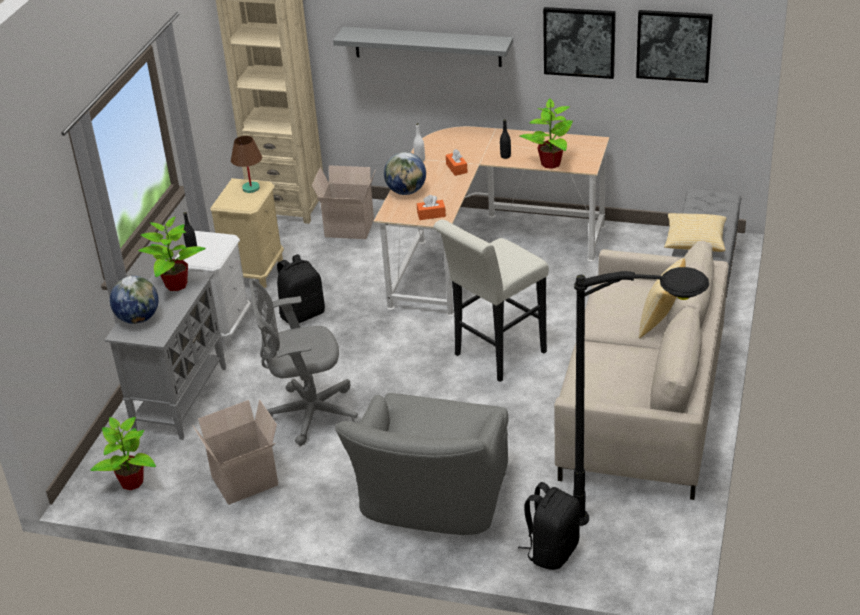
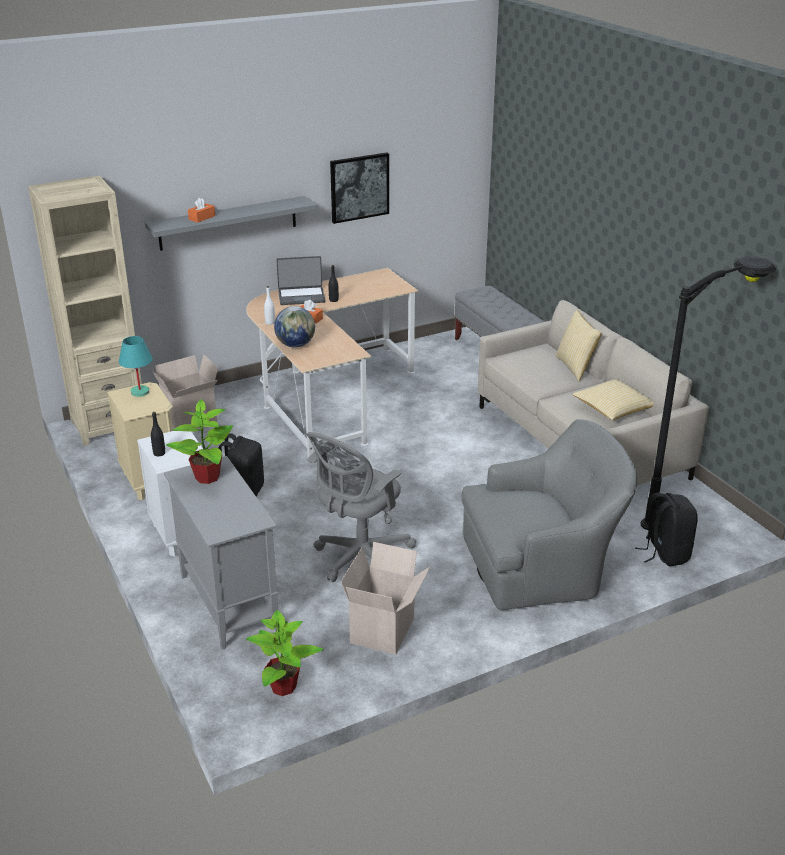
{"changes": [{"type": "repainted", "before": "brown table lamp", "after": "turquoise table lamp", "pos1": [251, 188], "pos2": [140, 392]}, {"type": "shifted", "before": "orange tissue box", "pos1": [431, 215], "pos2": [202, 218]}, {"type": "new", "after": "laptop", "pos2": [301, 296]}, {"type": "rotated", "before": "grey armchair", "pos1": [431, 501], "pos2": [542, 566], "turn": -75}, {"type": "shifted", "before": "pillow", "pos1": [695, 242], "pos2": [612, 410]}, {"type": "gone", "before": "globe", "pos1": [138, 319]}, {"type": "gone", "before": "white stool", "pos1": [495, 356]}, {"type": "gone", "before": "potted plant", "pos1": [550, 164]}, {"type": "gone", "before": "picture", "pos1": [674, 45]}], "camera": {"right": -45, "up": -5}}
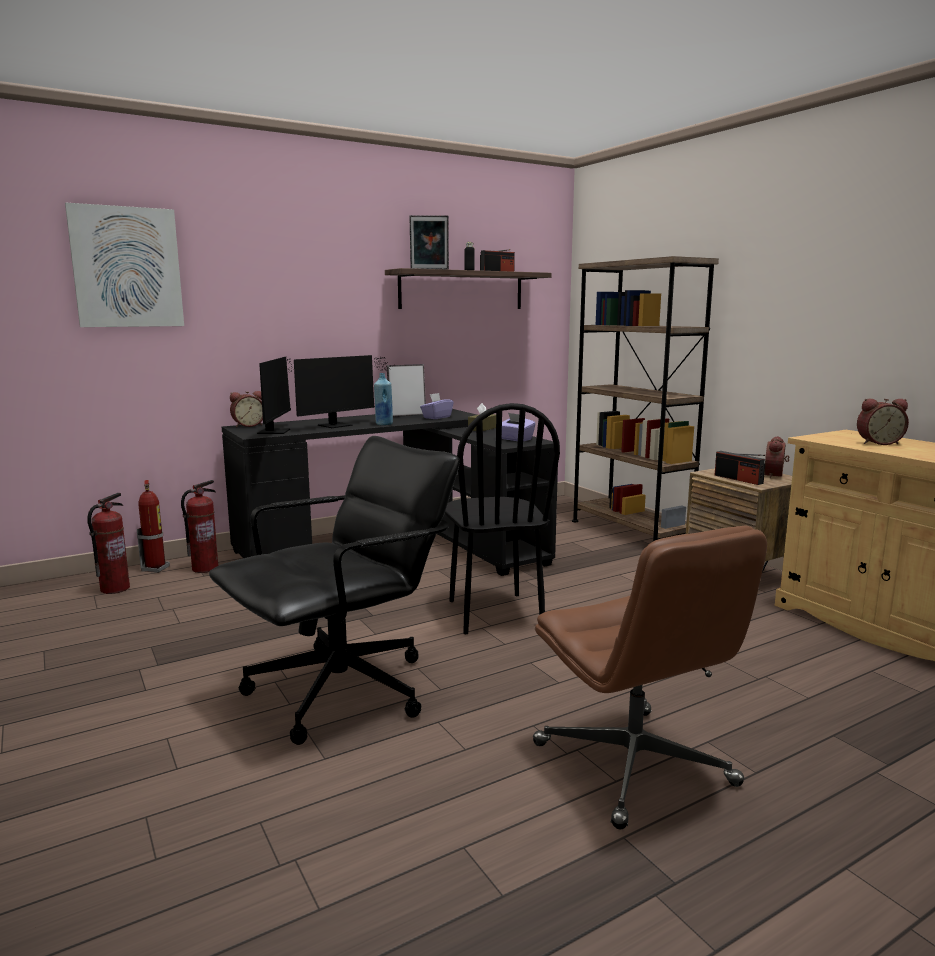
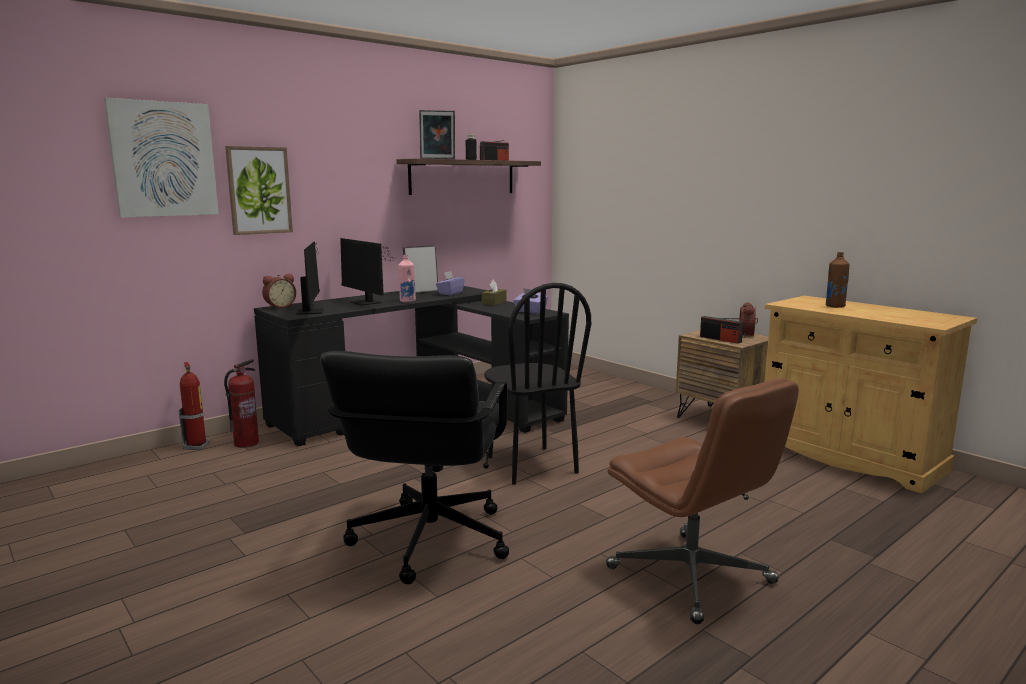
{"changes": [{"type": "new", "after": "picture", "pos2": [259, 190]}, {"type": "rotated", "before": "black office chair", "pos1": [343, 691], "pos2": [428, 540], "turn": 150}, {"type": "rotated", "before": "monitor", "pos1": [339, 425], "pos2": [367, 303], "turn": 105}, {"type": "repainted", "before": "blue bottle", "after": "pink bottle", "pos1": [383, 424], "pos2": [407, 301]}, {"type": "swapped", "before": "alarm clock", "after": "brown bottle", "pos1": [878, 443], "pos2": [835, 306]}, {"type": "gone", "before": "fire extinguisher", "pos1": [115, 588]}, {"type": "gone", "before": "brown bookcase", "pos1": [630, 532]}], "camera": {"right": -10, "up": 0}}
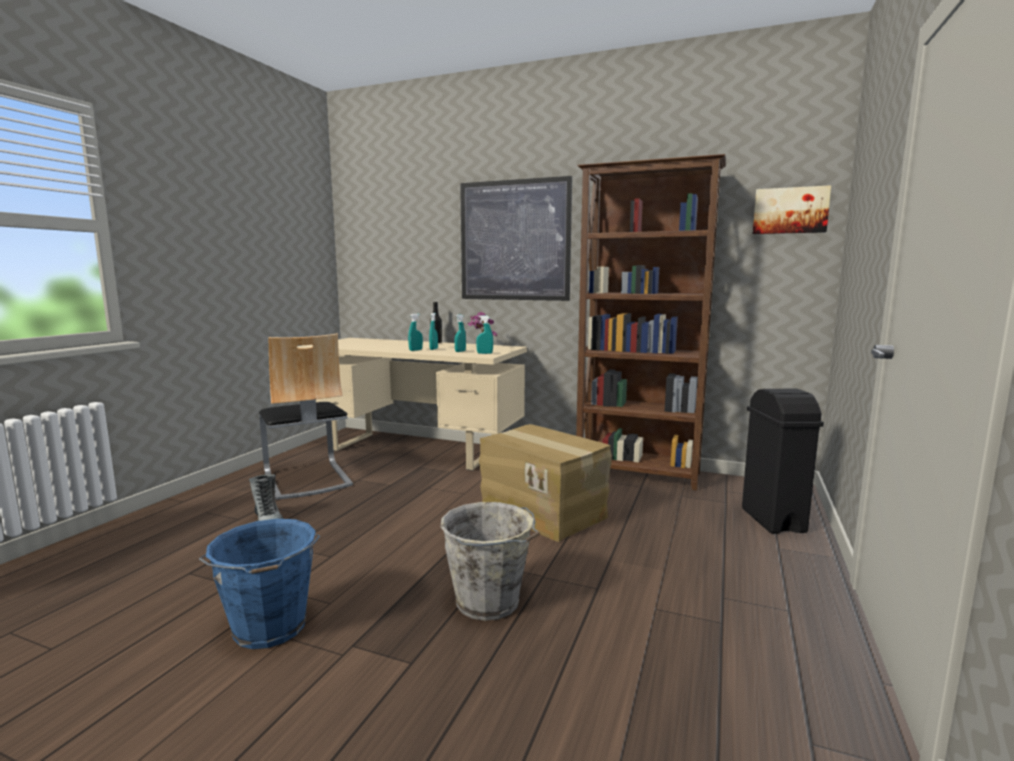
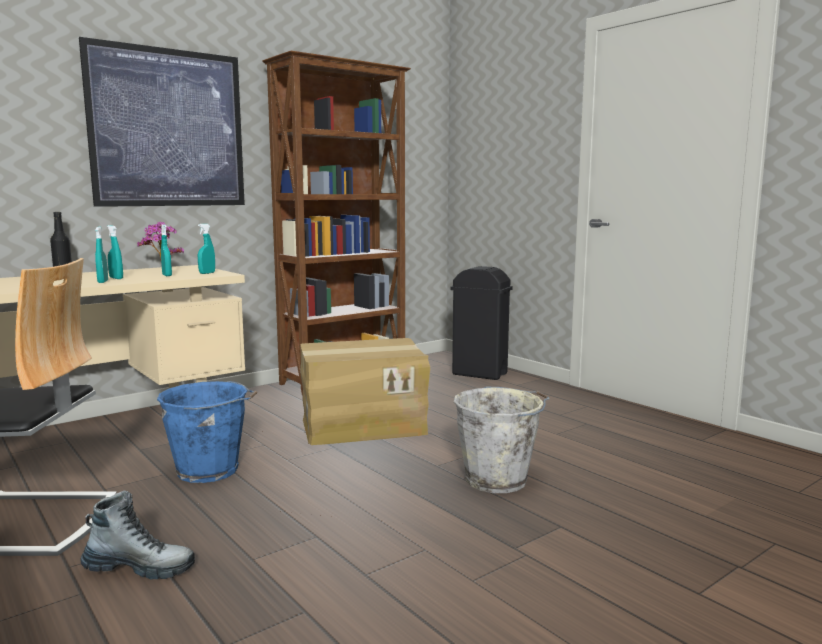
{"changes": [{"type": "shifted", "before": "blue bucket", "pos1": [270, 629], "pos2": [210, 471]}, {"type": "gone", "before": "picture", "pos1": [790, 210]}], "camera": {"right": -60, "up": 0}}
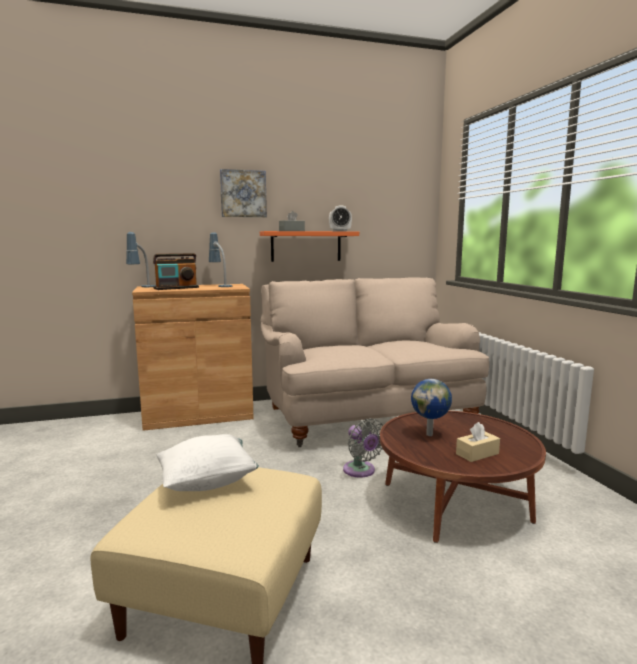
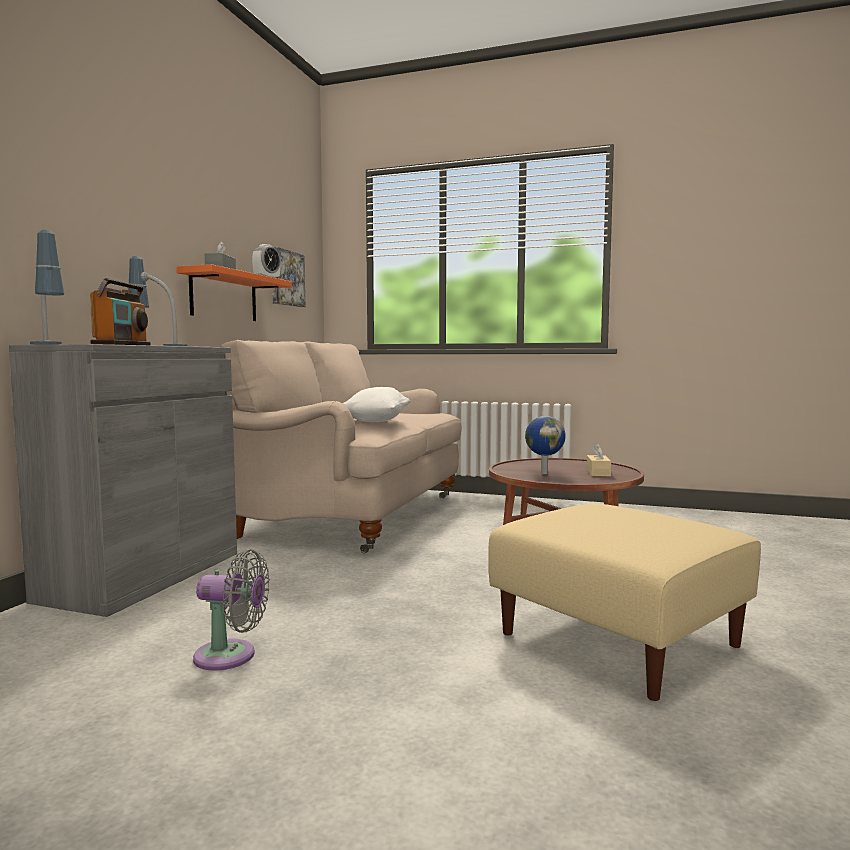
{"changes": [{"type": "repainted", "before": "brown cabinet", "after": "grey cabinet", "pos1": [198, 415], "pos2": [143, 576]}, {"type": "shifted", "before": "grey fan", "pos1": [361, 471], "pos2": [231, 656]}, {"type": "shifted", "before": "picture", "pos1": [243, 194], "pos2": [286, 278]}, {"type": "shifted", "before": "white pillow", "pos1": [207, 482], "pos2": [375, 421]}], "camera": {"right": -55, "up": -5}}
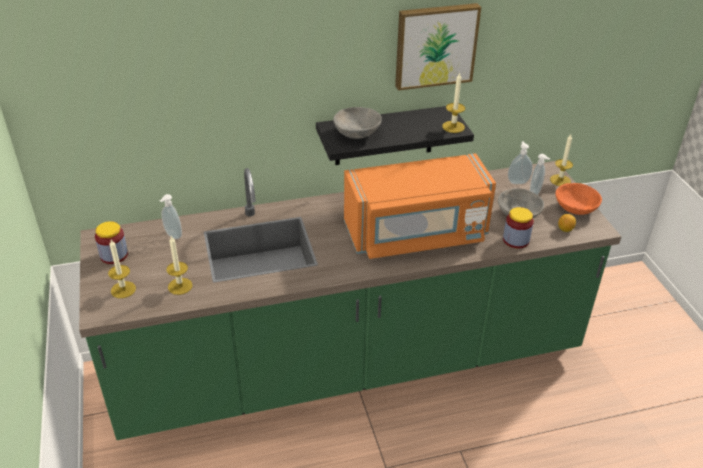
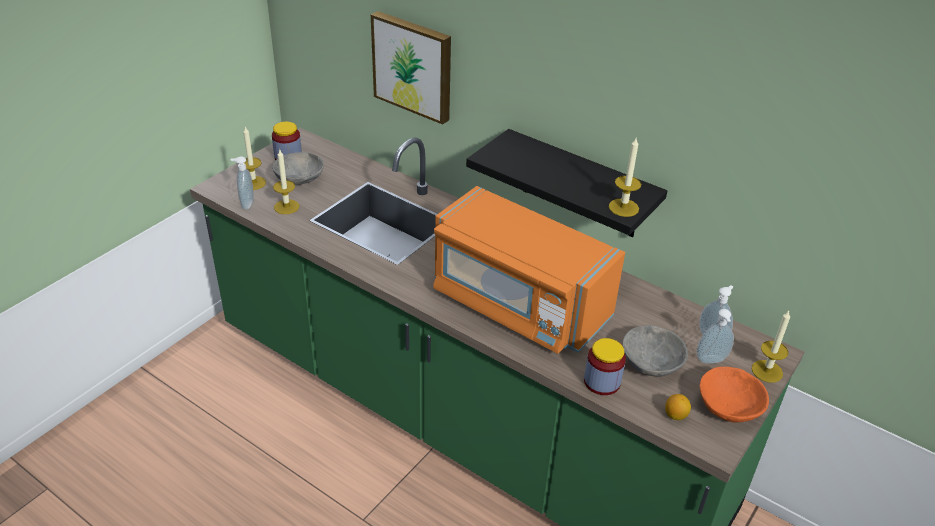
{"changes": [{"type": "shifted", "before": "soap dispenser", "pos1": [172, 236], "pos2": [246, 204]}, {"type": "shifted", "before": "grey bowl", "pos1": [357, 133], "pos2": [300, 180]}, {"type": "shifted", "before": "picture", "pos1": [435, 45], "pos2": [414, 66]}], "camera": {"right": 50, "up": 0}}
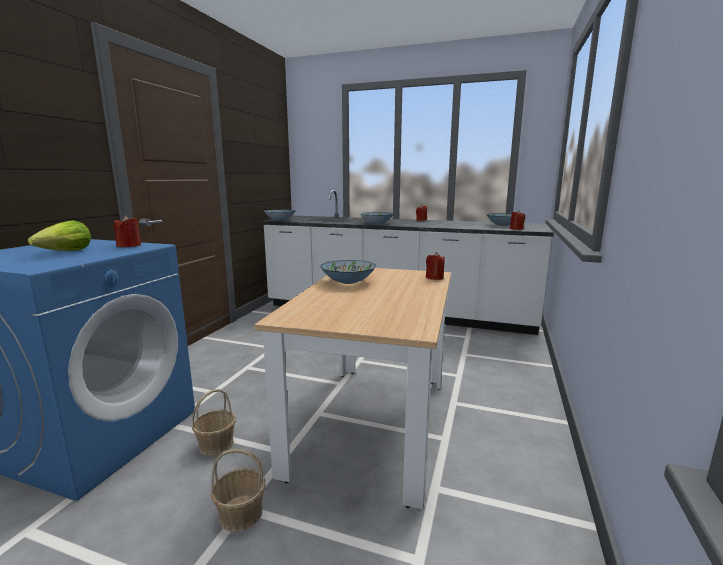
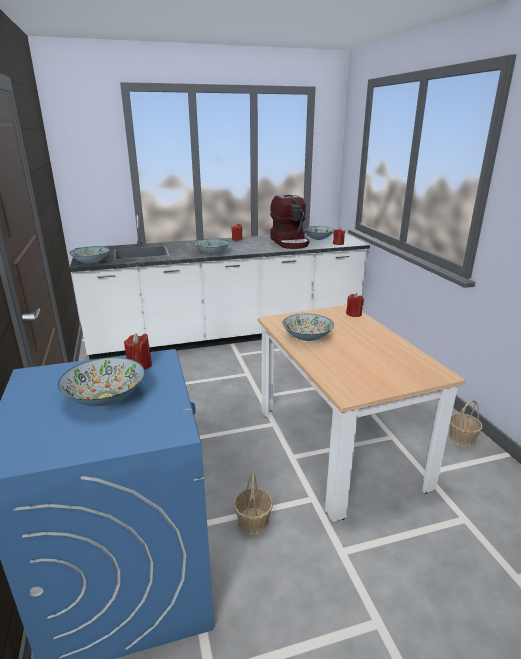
{"changes": [{"type": "swapped", "before": "lettuce", "after": "bowl", "pos1": [66, 252], "pos2": [106, 398]}, {"type": "new", "after": "coffee machine", "pos2": [290, 242]}, {"type": "shifted", "before": "basket", "pos1": [240, 514], "pos2": [461, 439]}], "camera": {"right": -35, "up": 10}}
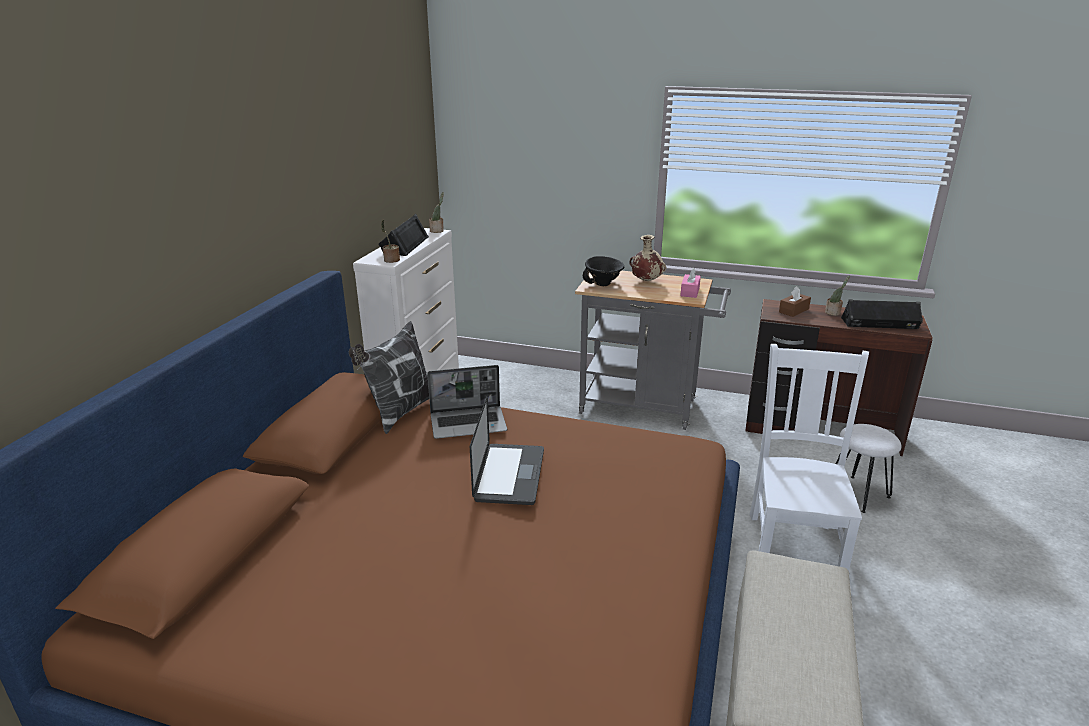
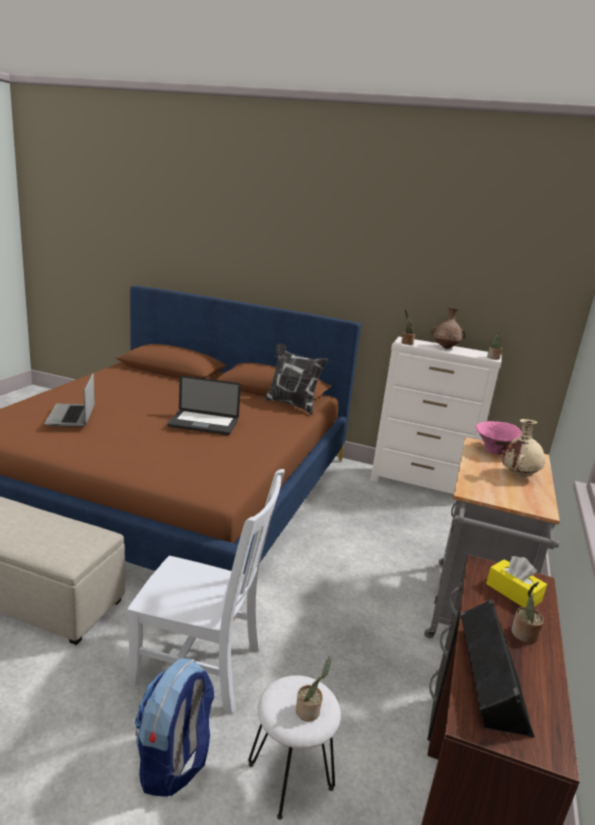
{"changes": [{"type": "shifted", "before": "laptop", "pos1": [469, 423], "pos2": [71, 417]}, {"type": "new", "after": "backpack", "pos2": [174, 762]}, {"type": "new", "after": "potted plant", "pos2": [309, 711]}, {"type": "swapped", "before": "black speaker", "after": "brown vase", "pos1": [403, 245], "pos2": [445, 348]}, {"type": "repainted", "before": "black bowl", "after": "pink bowl", "pos1": [604, 284], "pos2": [493, 451]}, {"type": "repainted", "before": "brown tissue box", "after": "yellow tissue box", "pos1": [793, 310], "pos2": [513, 592]}, {"type": "gone", "before": "pink tissue box", "pos1": [690, 292]}], "camera": {"right": 90, "up": -5}}
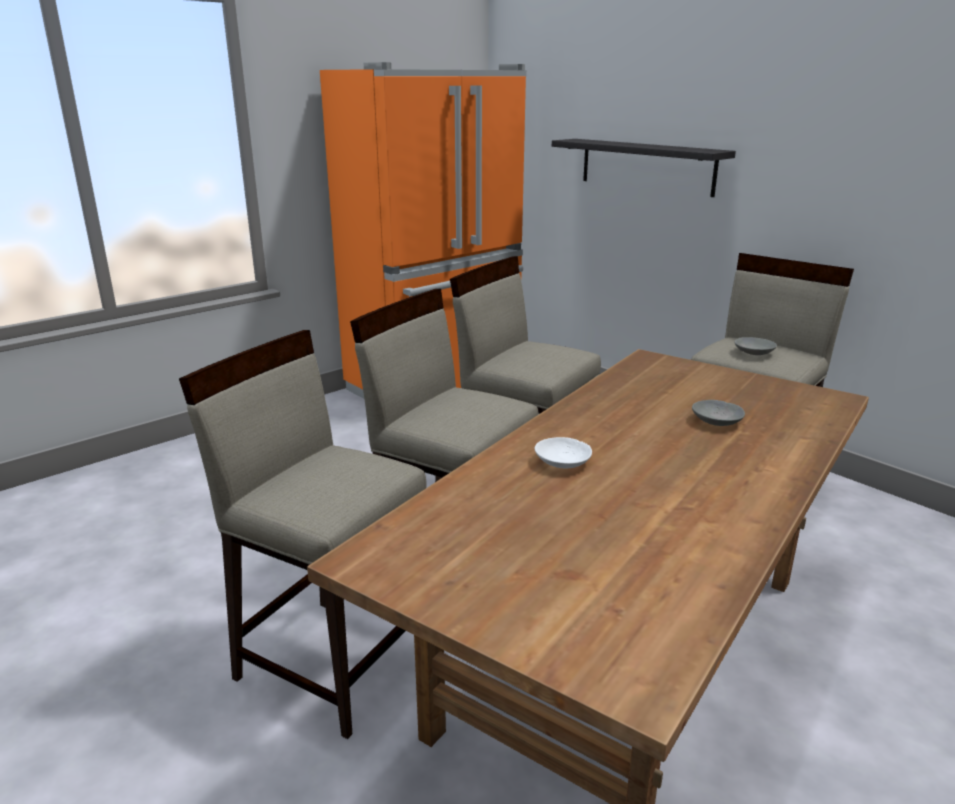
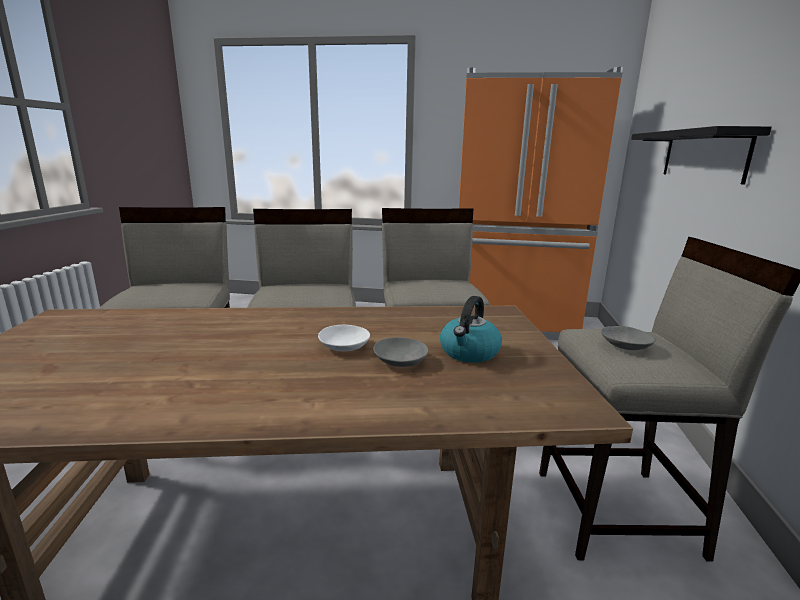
{"changes": [{"type": "shifted", "before": "white bowl", "pos1": [563, 462], "pos2": [345, 347]}, {"type": "new", "after": "kettle", "pos2": [469, 353]}], "camera": {"right": 50, "up": -5}}
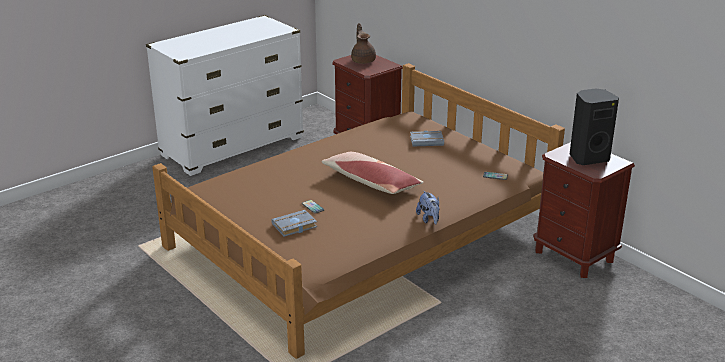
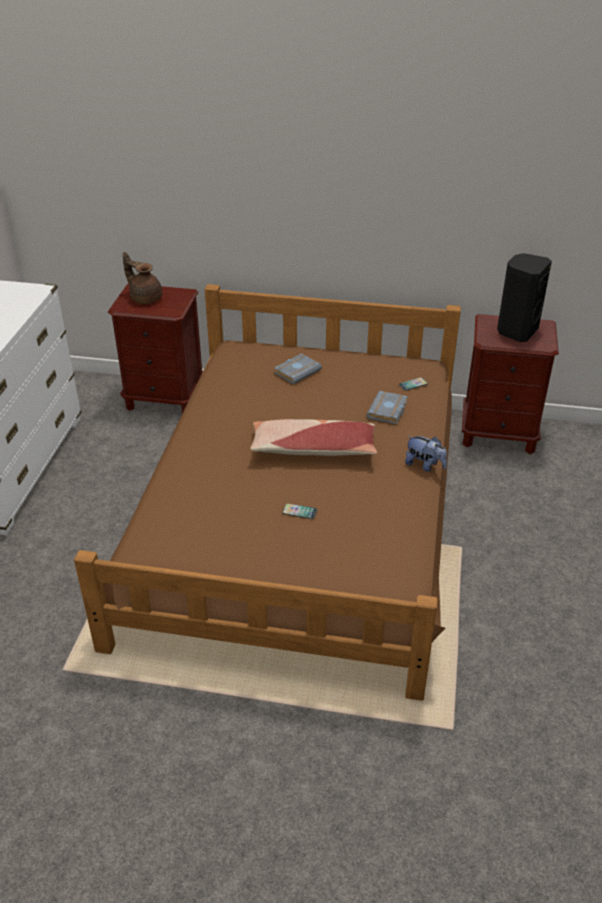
{"changes": [{"type": "shifted", "before": "grey book", "pos1": [294, 227], "pos2": [388, 411]}], "camera": {"right": -40, "up": 10}}
